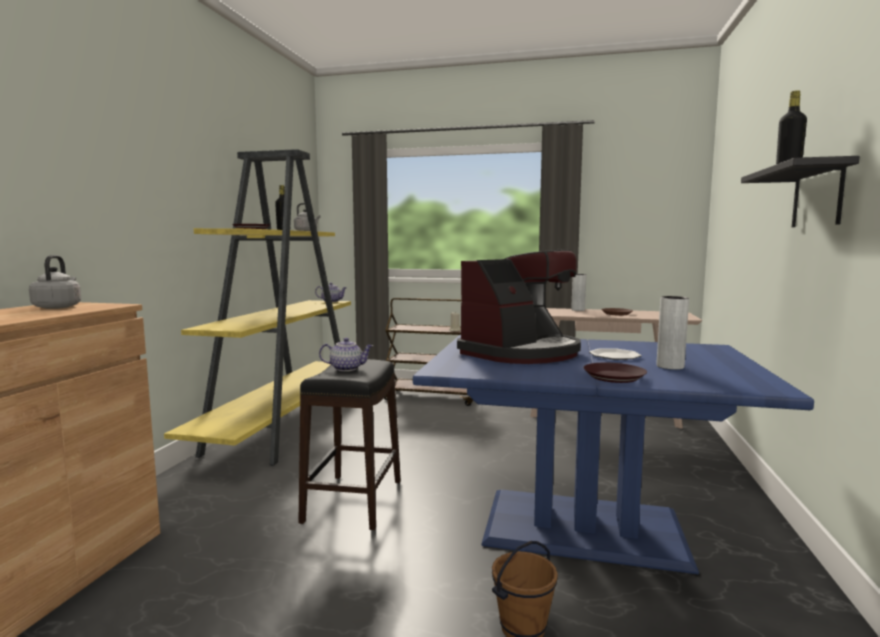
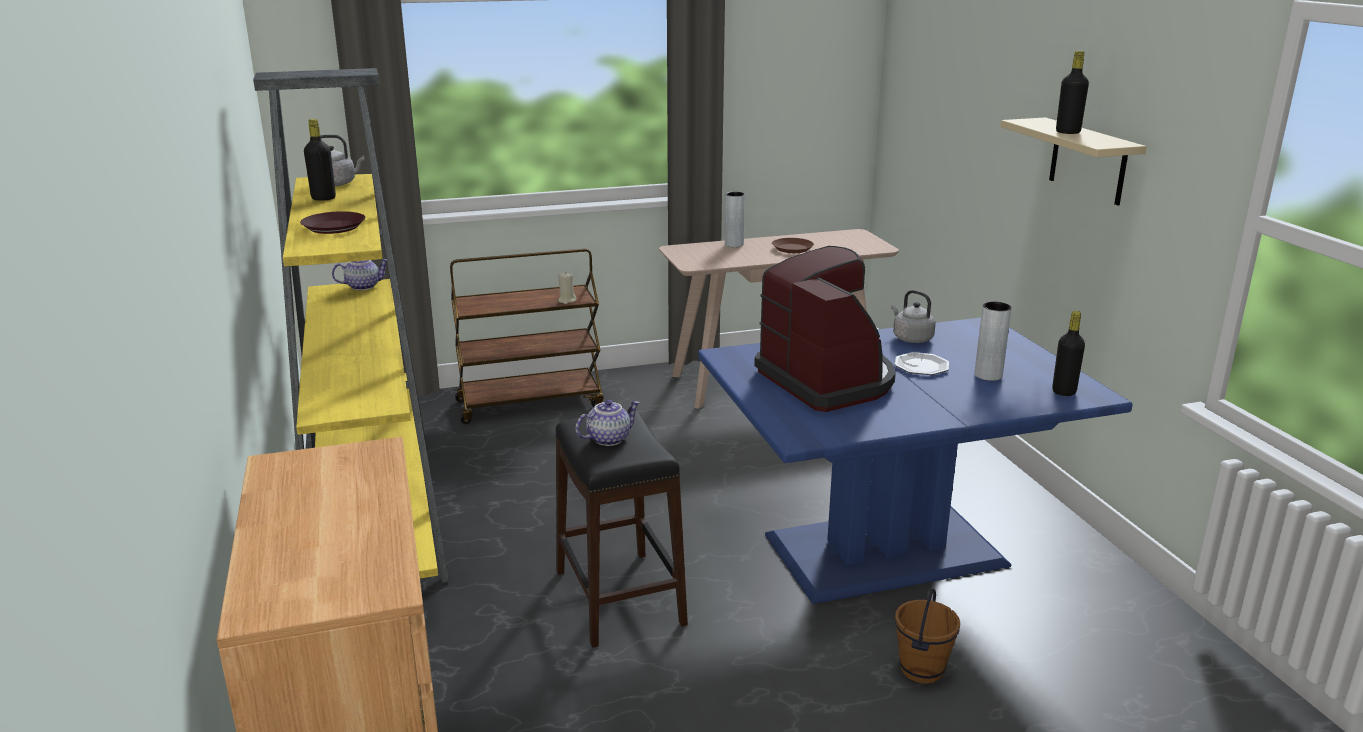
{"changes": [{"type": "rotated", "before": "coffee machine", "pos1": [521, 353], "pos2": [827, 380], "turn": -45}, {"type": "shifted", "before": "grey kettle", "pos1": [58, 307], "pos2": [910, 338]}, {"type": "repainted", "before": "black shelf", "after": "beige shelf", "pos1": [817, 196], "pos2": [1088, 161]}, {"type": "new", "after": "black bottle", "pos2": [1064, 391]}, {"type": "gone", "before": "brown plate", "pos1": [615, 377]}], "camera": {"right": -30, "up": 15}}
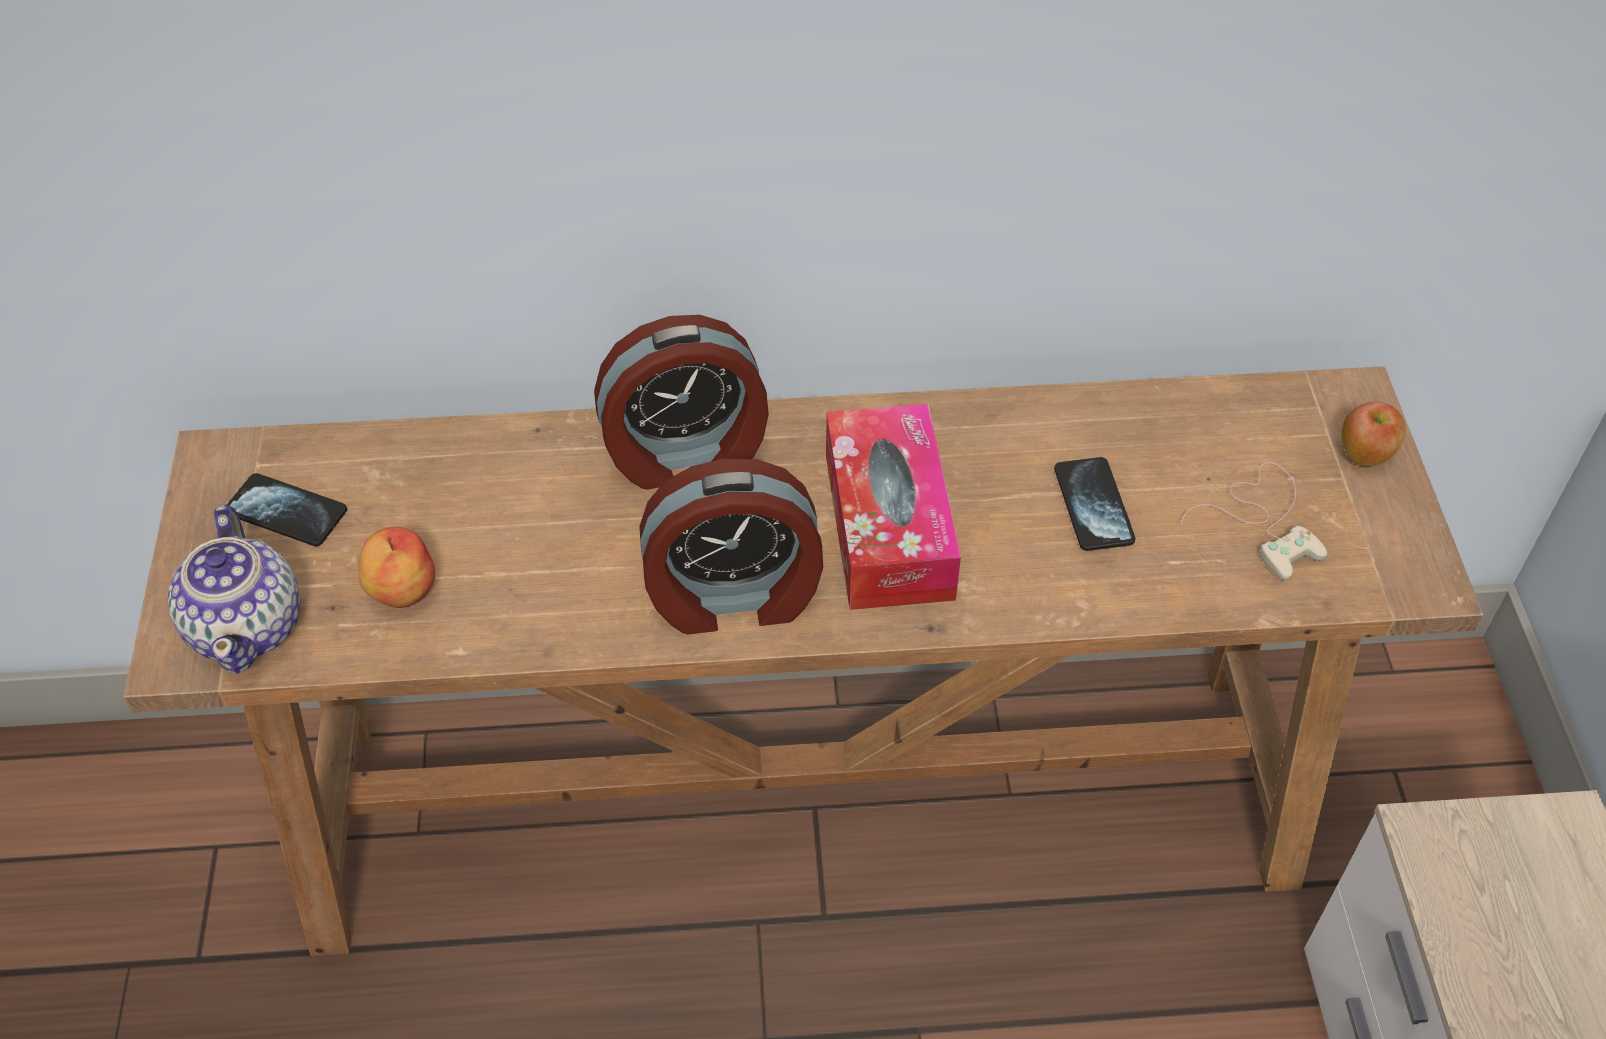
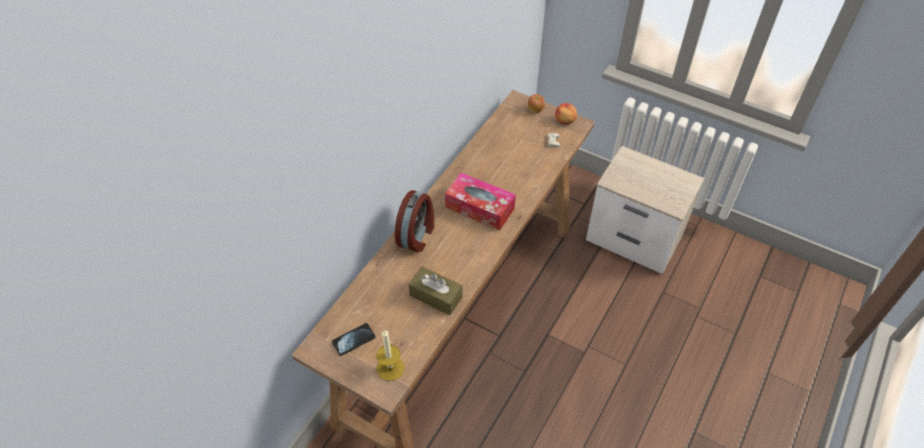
{"changes": [{"type": "swapped", "before": "teapot", "after": "candle", "pos1": [248, 625], "pos2": [390, 368]}, {"type": "new", "after": "brown tissue box", "pos2": [436, 296]}, {"type": "shifted", "before": "apple", "pos1": [401, 589], "pos2": [565, 121]}, {"type": "gone", "before": "alarm clock", "pos1": [734, 597]}, {"type": "gone", "before": "phone", "pos1": [1093, 506]}], "camera": {"right": -55, "up": 0}}
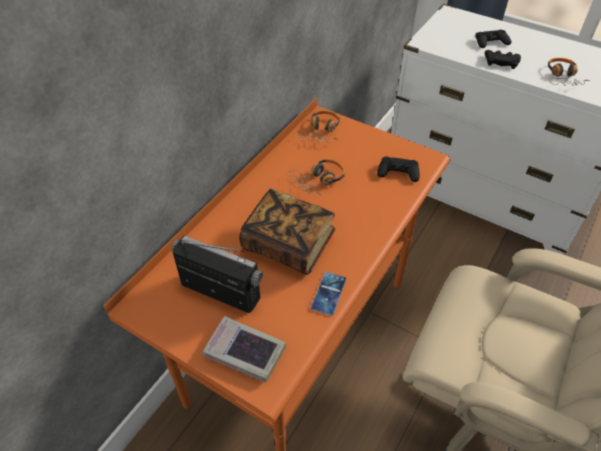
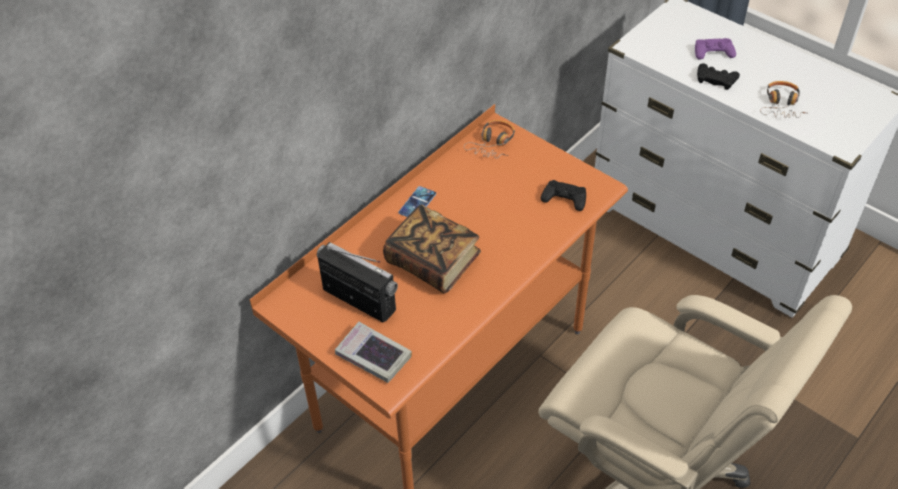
{"changes": [{"type": "shifted", "before": "phone", "pos1": [328, 293], "pos2": [417, 203]}, {"type": "repainted", "before": "black game controller", "after": "purple game controller", "pos1": [491, 42], "pos2": [713, 52]}, {"type": "gone", "before": "headphones", "pos1": [319, 180]}], "camera": {"right": 10, "up": 0}}
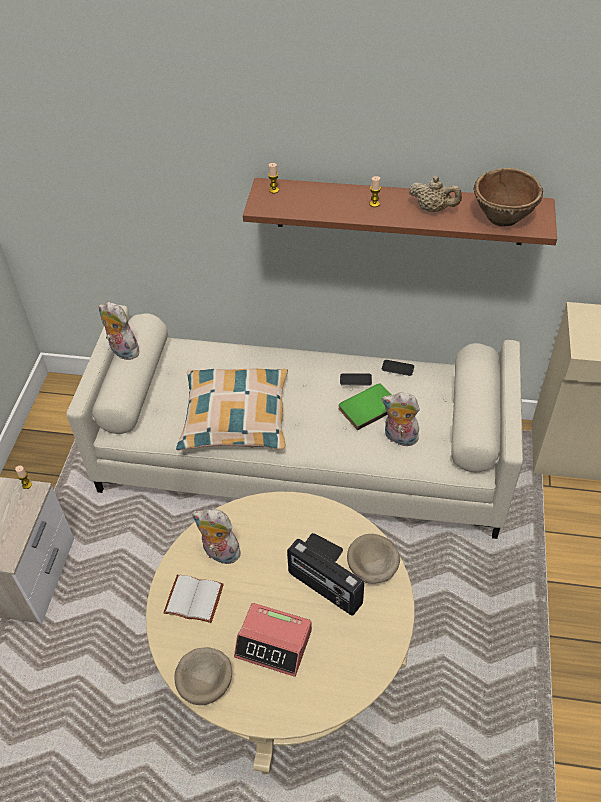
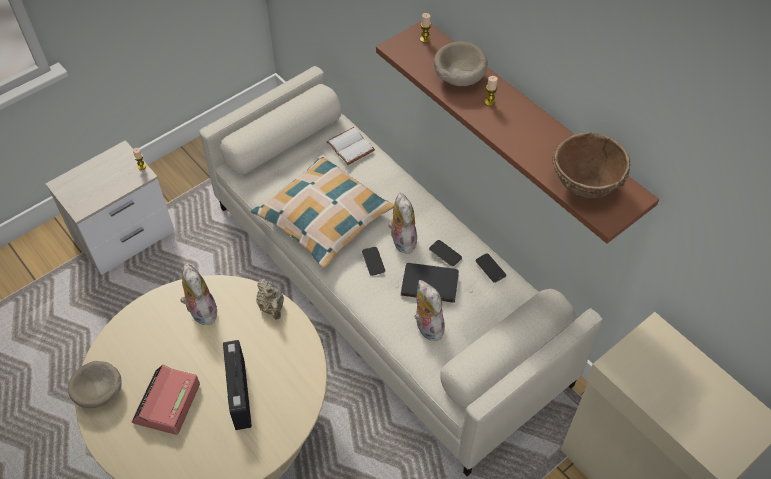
{"changes": [{"type": "rotated", "before": "alarm clock", "pos1": [274, 643], "pos2": [167, 403], "turn": 45}, {"type": "shifted", "before": "beige teapot", "pos1": [433, 209], "pos2": [272, 307]}, {"type": "shifted", "before": "white book", "pos1": [195, 598], "pos2": [352, 146]}, {"type": "shifted", "before": "phone", "pos1": [323, 548], "pos2": [373, 261]}, {"type": "shifted", "before": "plush toy", "pos1": [122, 351], "pos2": [401, 240]}, {"type": "repainted", "before": "green book", "after": "black book", "pos1": [367, 407], "pos2": [430, 282]}, {"type": "shifted", "before": "beige bowl", "pos1": [372, 569], "pos2": [458, 78]}], "camera": {"right": 40, "up": 5}}
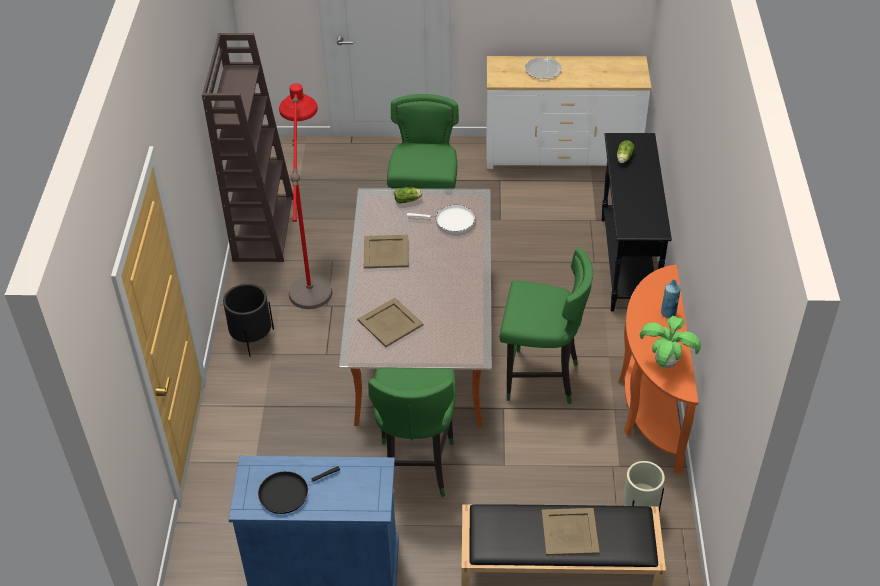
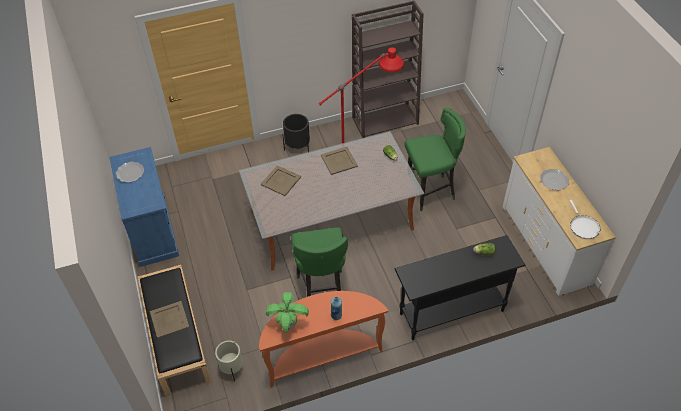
{"changes": [{"type": "swapped", "before": "black frying pan", "after": "plate", "pos1": [287, 493], "pos2": [130, 173]}, {"type": "shifted", "before": "white frying pan", "pos1": [451, 221], "pos2": [583, 226]}, {"type": "gone", "before": "green stool", "pos1": [416, 466]}], "camera": {"right": 70, "up": 5}}
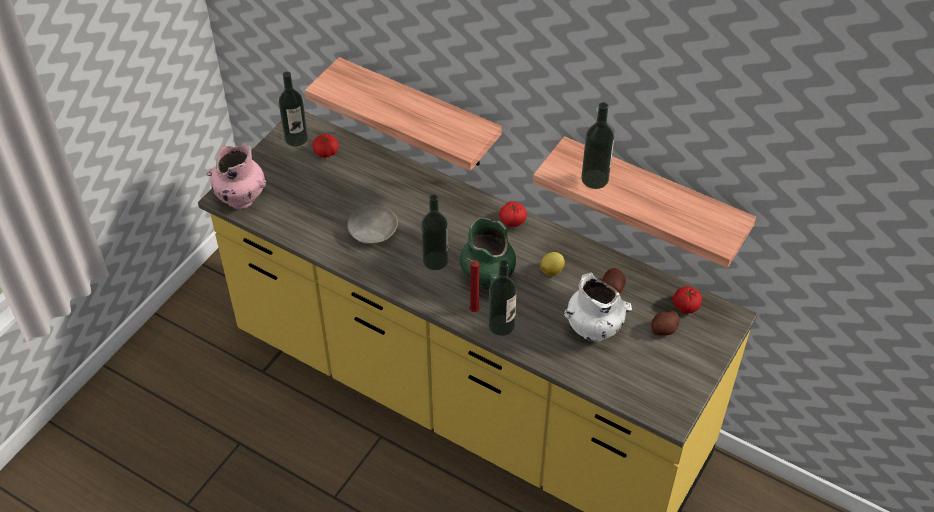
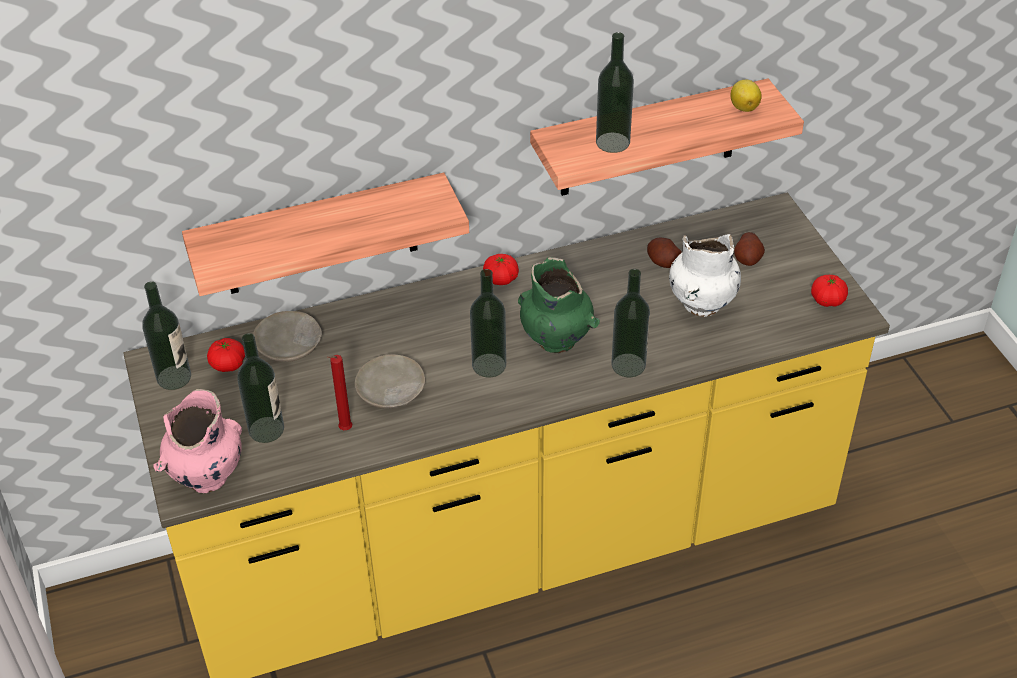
{"changes": [{"type": "new", "after": "bottle", "pos2": [266, 429]}, {"type": "new", "after": "beige plate", "pos2": [289, 345]}, {"type": "shifted", "before": "red candle", "pos1": [472, 310], "pos2": [344, 430]}, {"type": "shifted", "before": "lemon", "pos1": [552, 271], "pos2": [744, 107]}, {"type": "shifted", "before": "tomato", "pos1": [685, 306], "pos2": [827, 300]}], "camera": {"right": -50, "up": -5}}
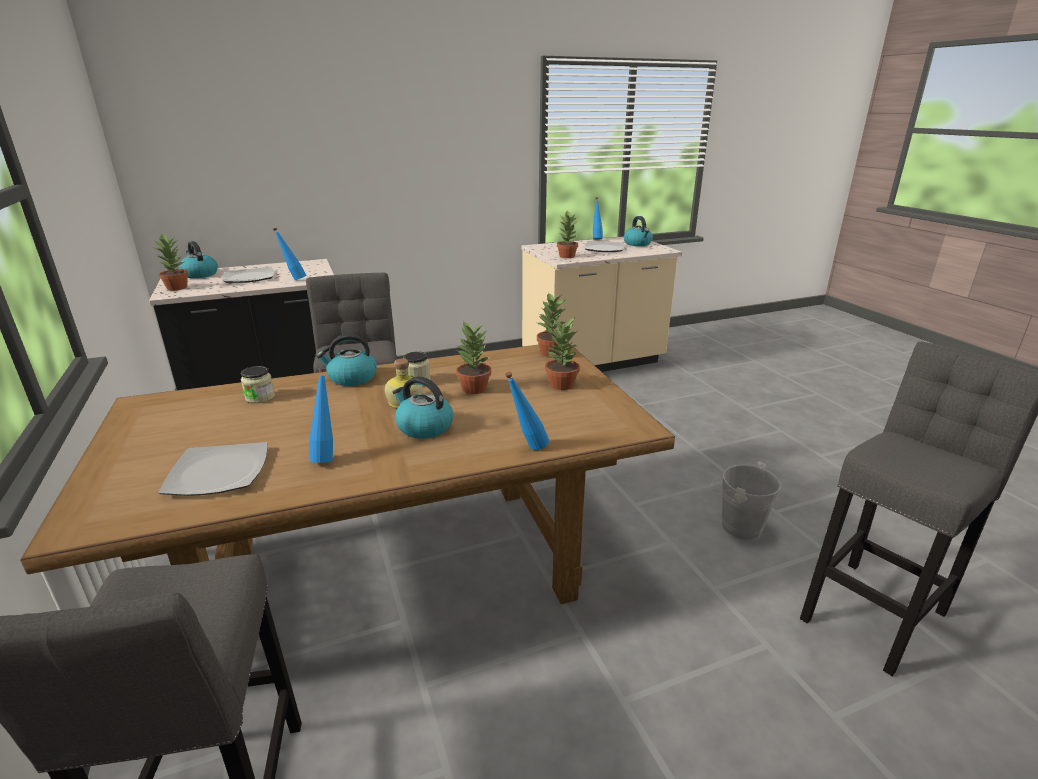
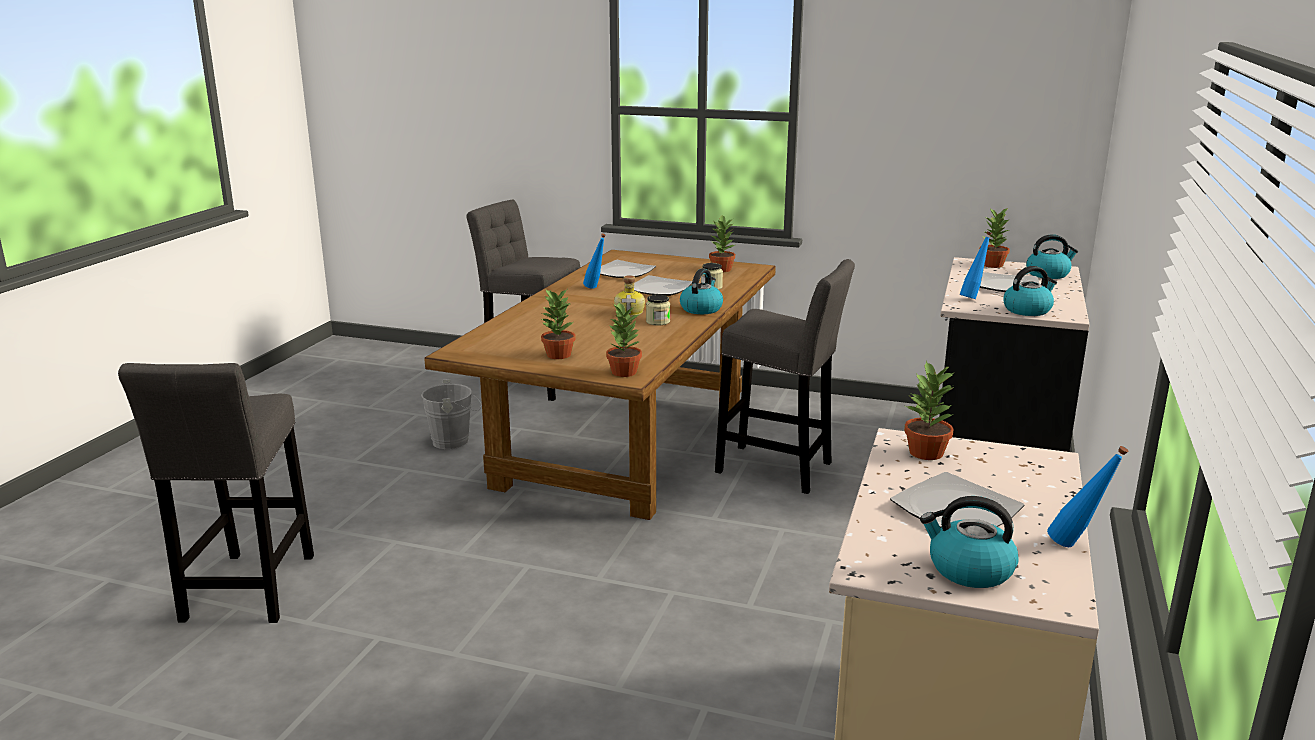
{"changes": [{"type": "shifted", "before": "grey bucket", "pos1": [736, 525], "pos2": [455, 441]}, {"type": "new", "after": "plate", "pos2": [659, 289]}, {"type": "shifted", "before": "potted plant", "pos1": [473, 388], "pos2": [722, 269]}, {"type": "shifted", "before": "kettle", "pos1": [423, 427], "pos2": [1027, 310]}, {"type": "gone", "before": "blue bottle", "pos1": [527, 448]}], "camera": {"right": 130, "up": -5}}
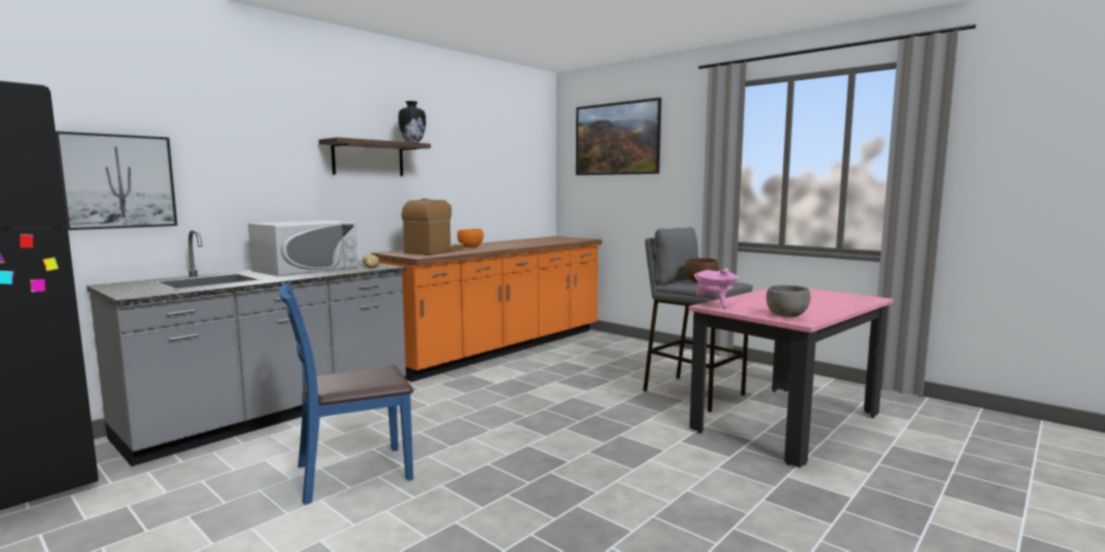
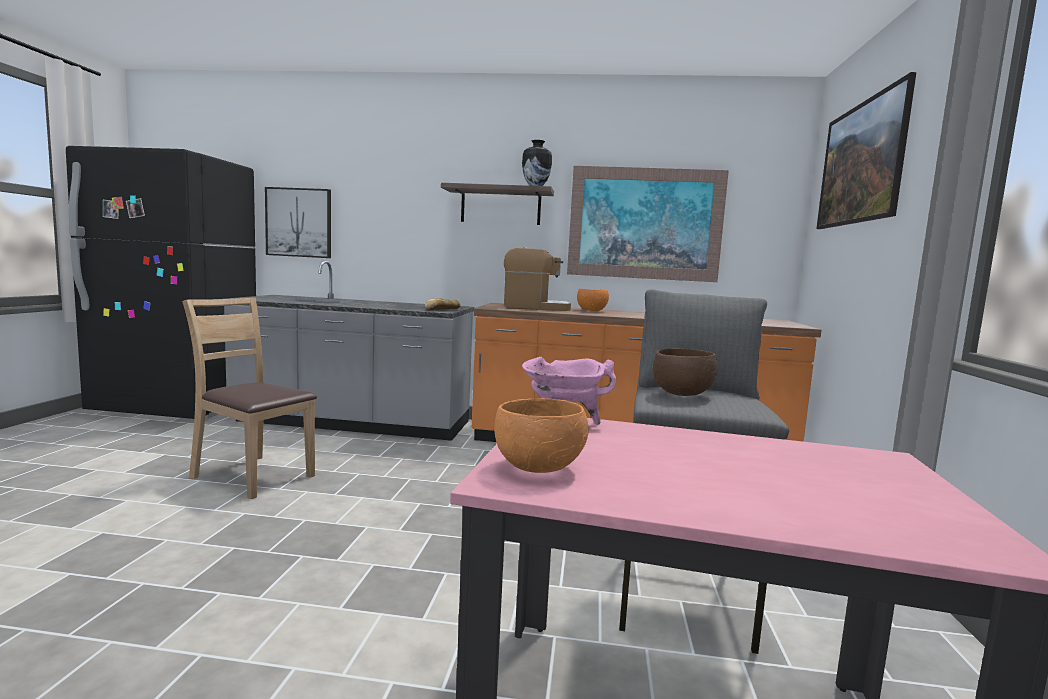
{"changes": [{"type": "repainted", "before": "blue chair", "after": "brown chair", "pos1": [352, 473], "pos2": [253, 476]}, {"type": "repainted", "before": "grey bowl", "after": "orange bowl", "pos1": [786, 316], "pos2": [539, 468]}, {"type": "new", "after": "picture", "pos2": [645, 224]}, {"type": "gone", "before": "white microwave", "pos1": [306, 269]}], "camera": {"right": 55, "up": 0}}
